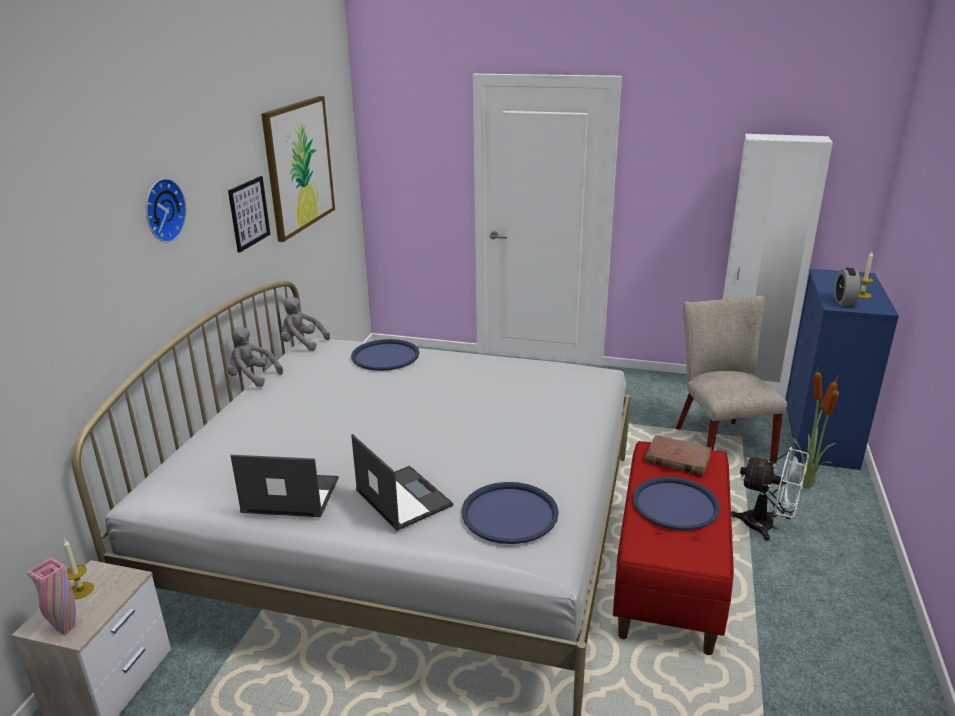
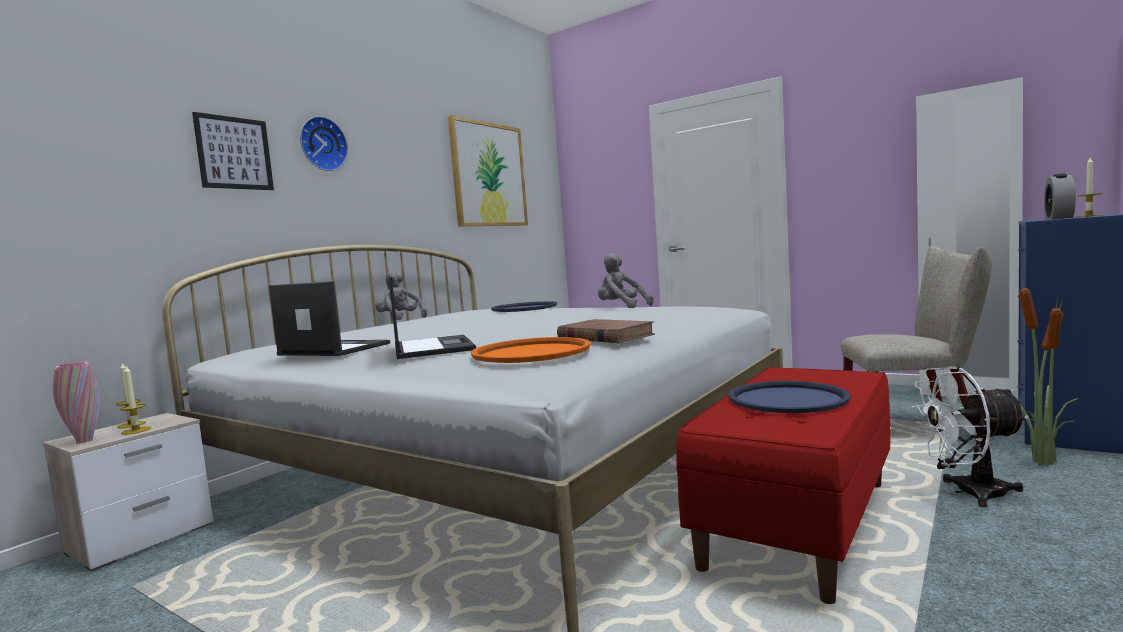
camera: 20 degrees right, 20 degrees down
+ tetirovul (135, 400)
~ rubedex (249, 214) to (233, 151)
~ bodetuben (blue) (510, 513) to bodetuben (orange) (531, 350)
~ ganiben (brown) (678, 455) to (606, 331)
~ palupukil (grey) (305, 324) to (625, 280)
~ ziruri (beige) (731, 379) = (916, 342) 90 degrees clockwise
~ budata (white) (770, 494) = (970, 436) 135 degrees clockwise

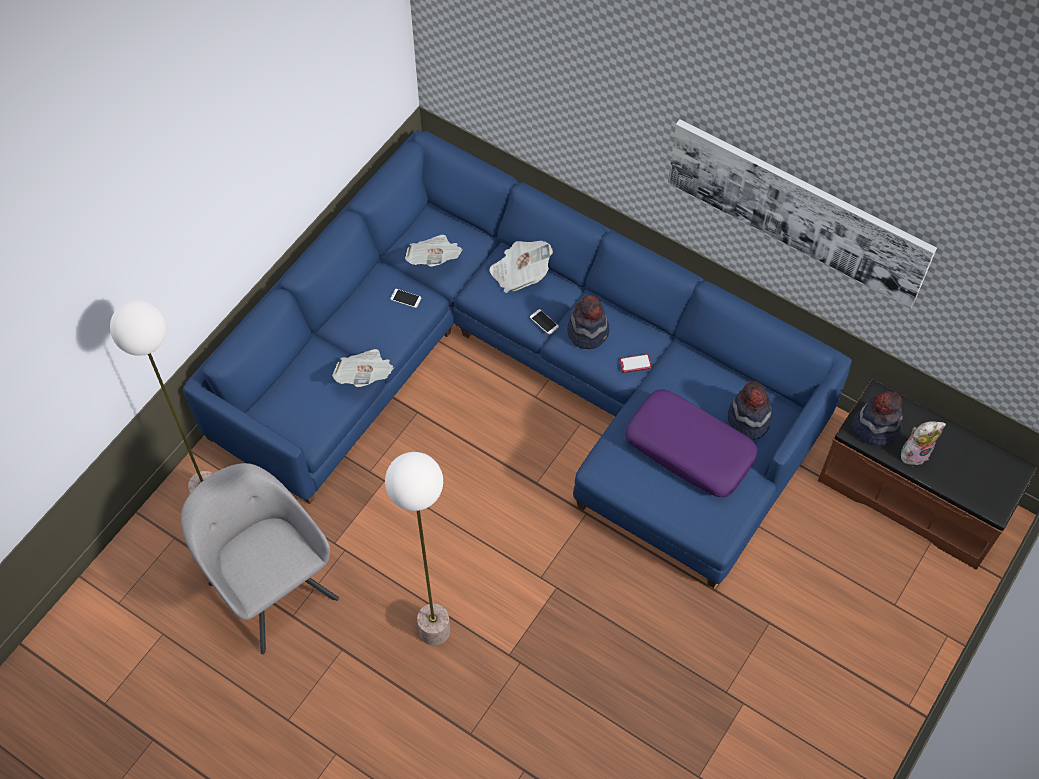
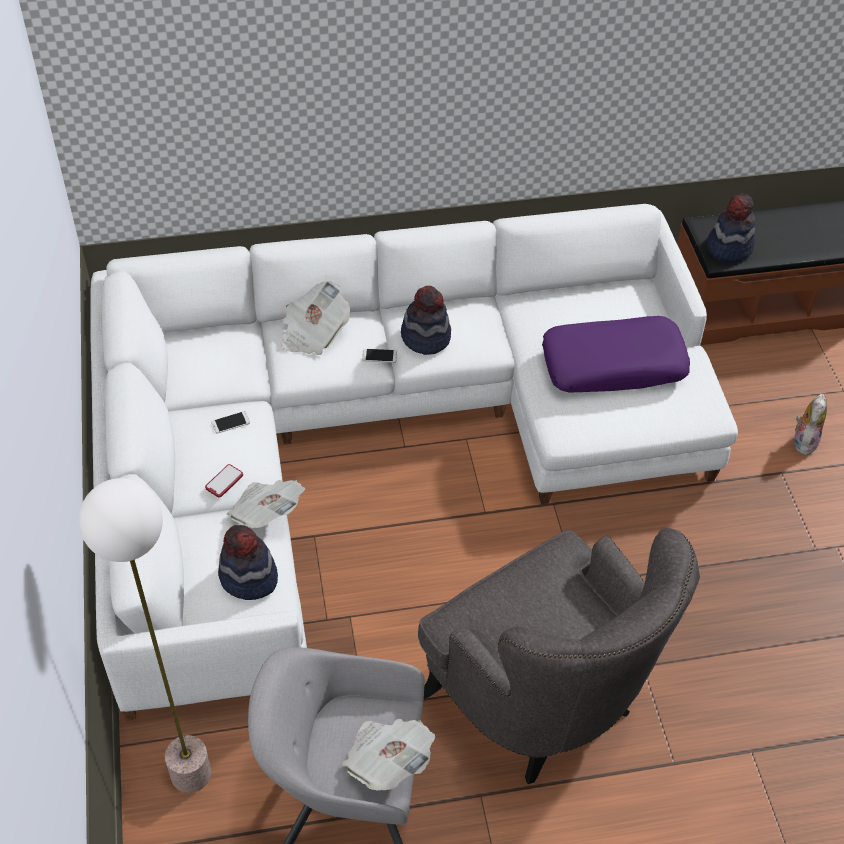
camera: 45 degrees left, 10 degrees down
~ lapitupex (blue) (517, 359) to lapitupex (white) (414, 462)
~ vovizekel (635, 363) to (224, 481)
~ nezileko (750, 410) to (248, 562)
~ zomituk (434, 251) to (388, 755)
~ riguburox (417, 549) to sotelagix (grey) (559, 656)
~ palupukil (923, 443) to (810, 424)
- rubedex (802, 213)

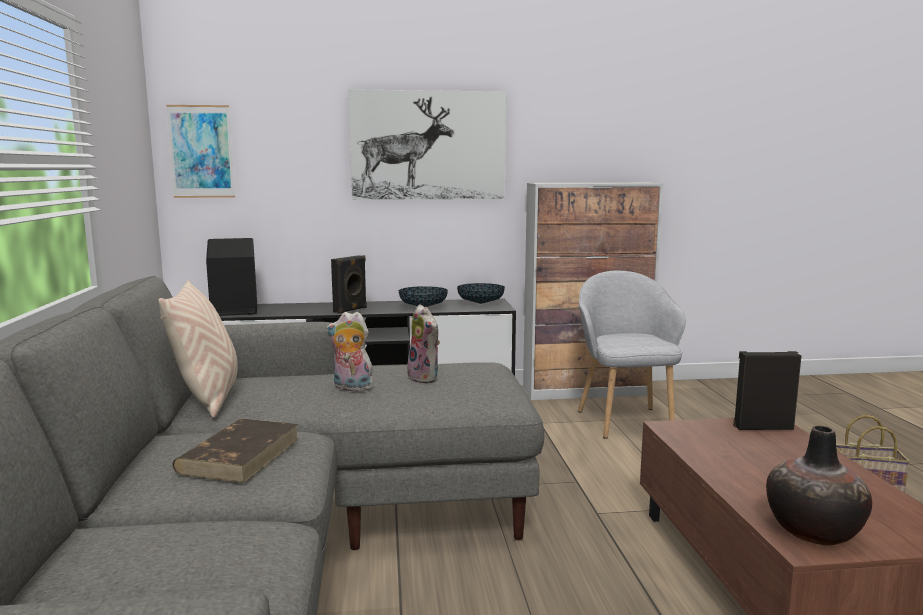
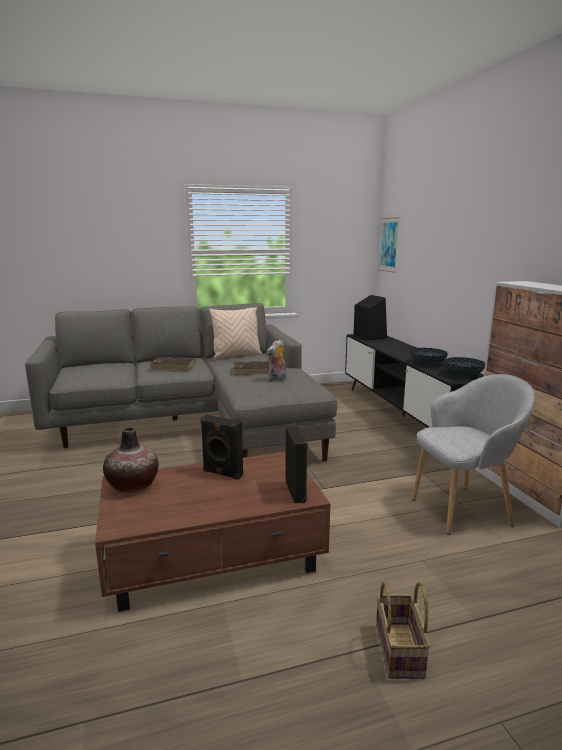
camera: 80 degrees right, 5 degrees up
~ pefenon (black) (349, 284) to (221, 447)
~ palupukil (350, 351) to ganiben (brown) (251, 368)
- rubedex (427, 144)

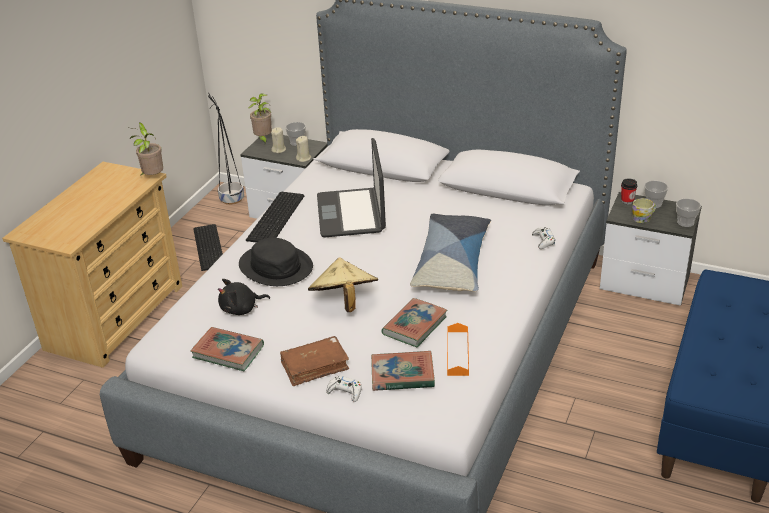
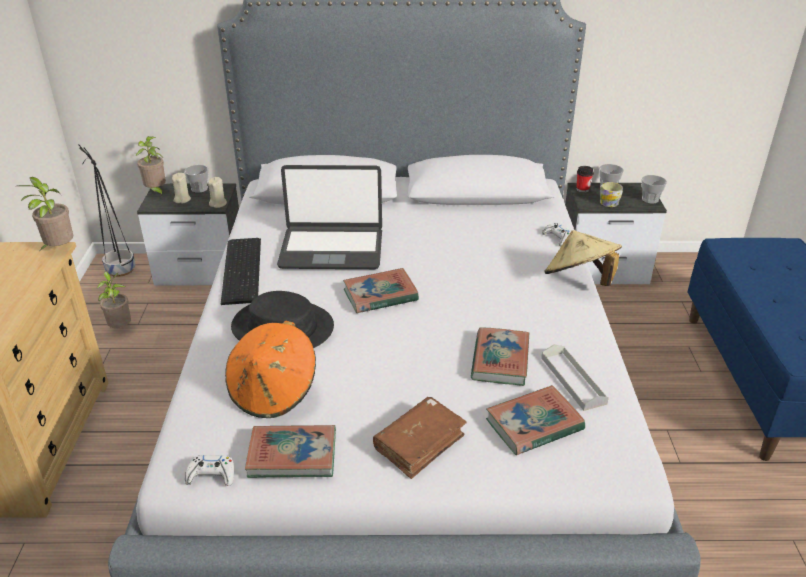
camera: 25 degrees left, 0 degrees up
~ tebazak (208, 247) to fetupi (113, 299)
~ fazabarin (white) (344, 389) to (209, 470)
~ palupukil (black) (244, 297) to nezileko (orange) (270, 369)
~ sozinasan (351, 187) = (329, 217) 60 degrees counterclockwise
+ ganiben (381, 290)
~ bodetuben (orange) (458, 349) to bodetuben (grey) (575, 377)
~ nezileko (beige) (343, 285) to (583, 258)
- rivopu (450, 252)

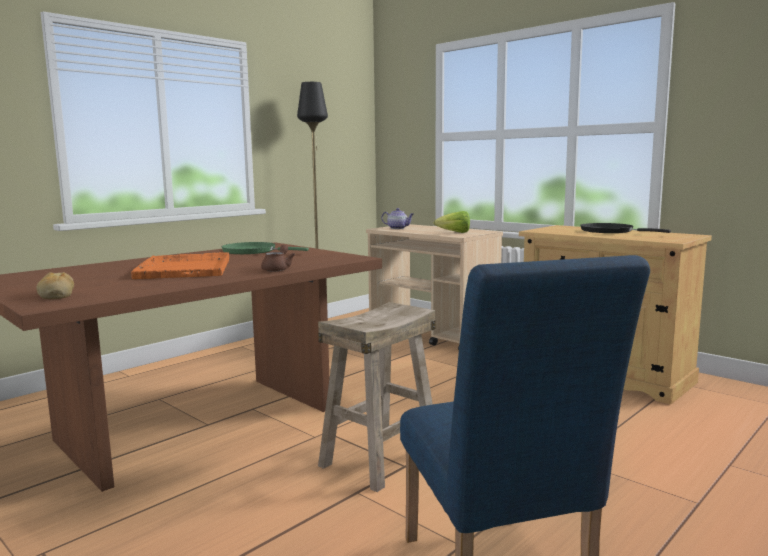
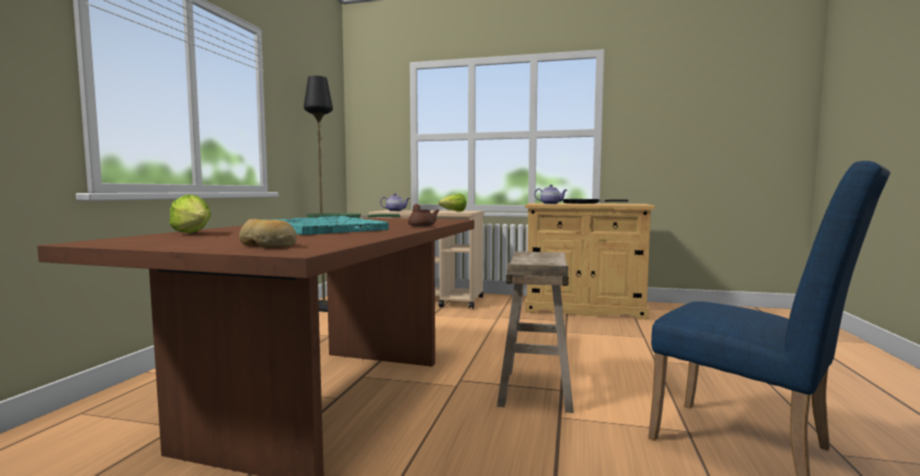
camera: 30 degrees left, 5 degrees down
+ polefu (190, 213)
~ bodetuben (orange) (180, 265) to bodetuben (turquoise) (327, 225)
+ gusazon (550, 194)

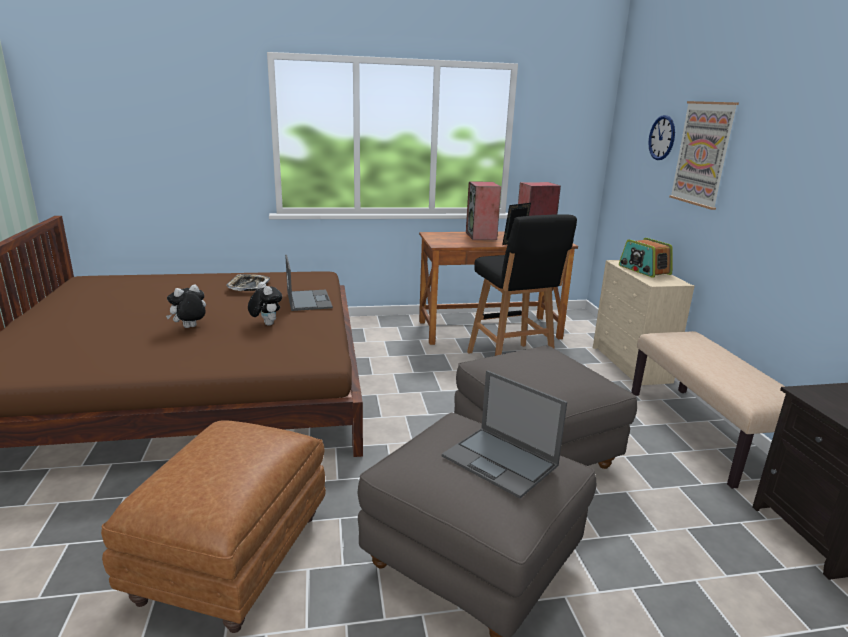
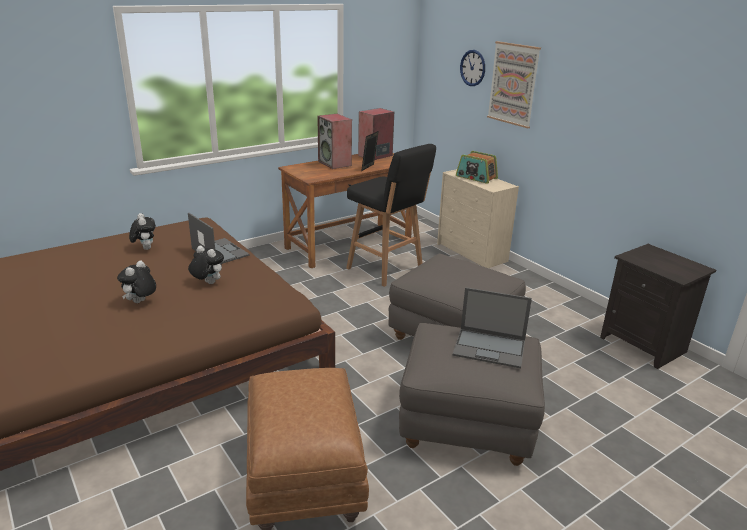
camera: 25 degrees left, 5 degrees up
~ bodetuben (248, 282) to palupukil (142, 231)
- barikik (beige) (708, 410)

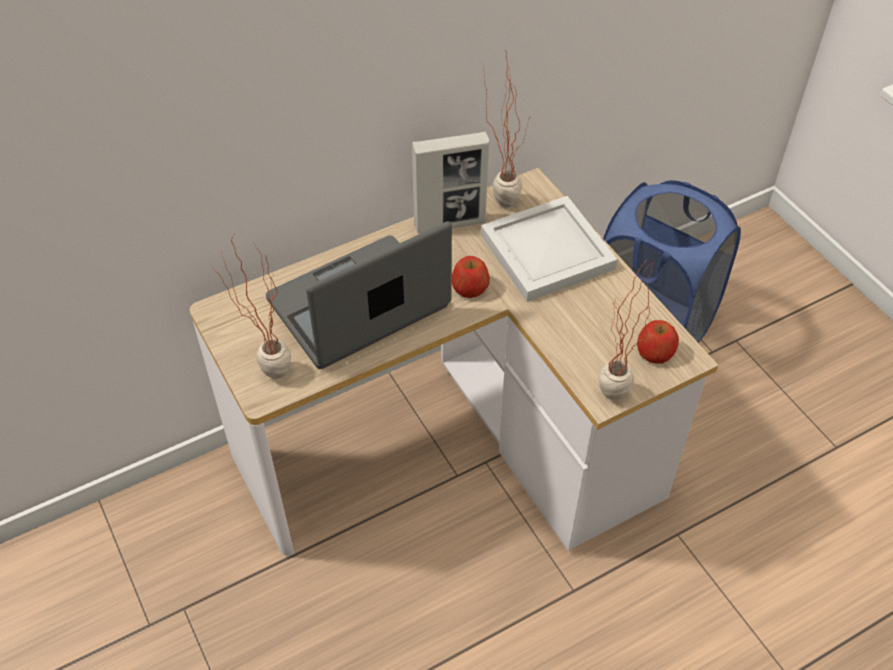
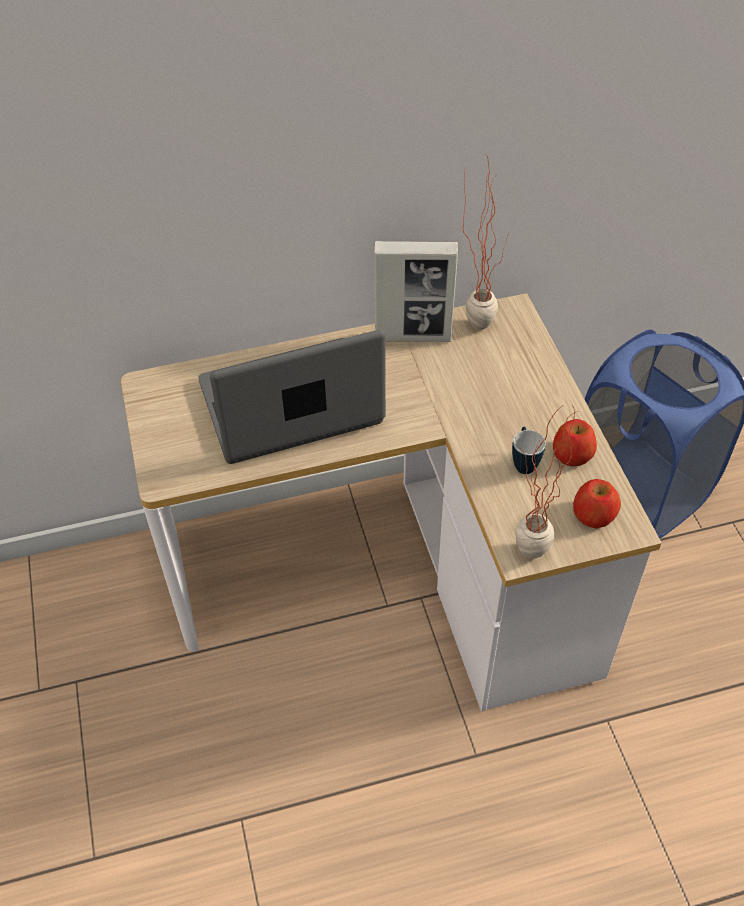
camera: 15 degrees right, 0 degrees up
+ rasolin (529, 450)
~ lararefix (471, 277) to (575, 442)
- fetupi (252, 306)
- bodetuben (white) (549, 249)

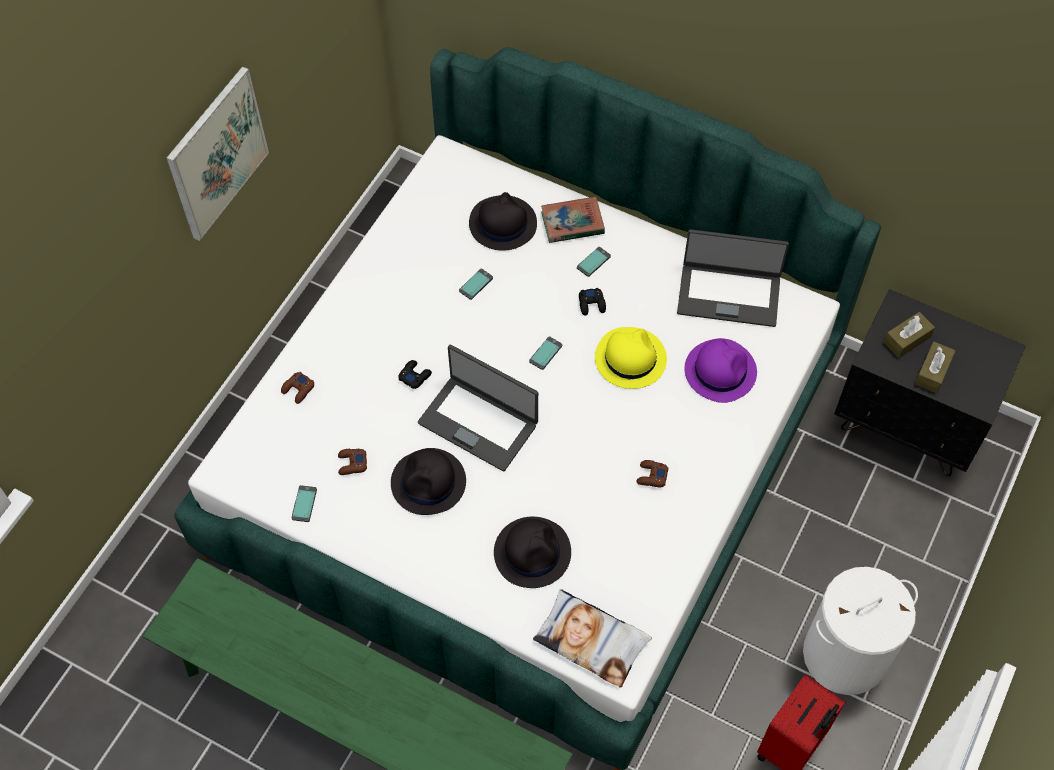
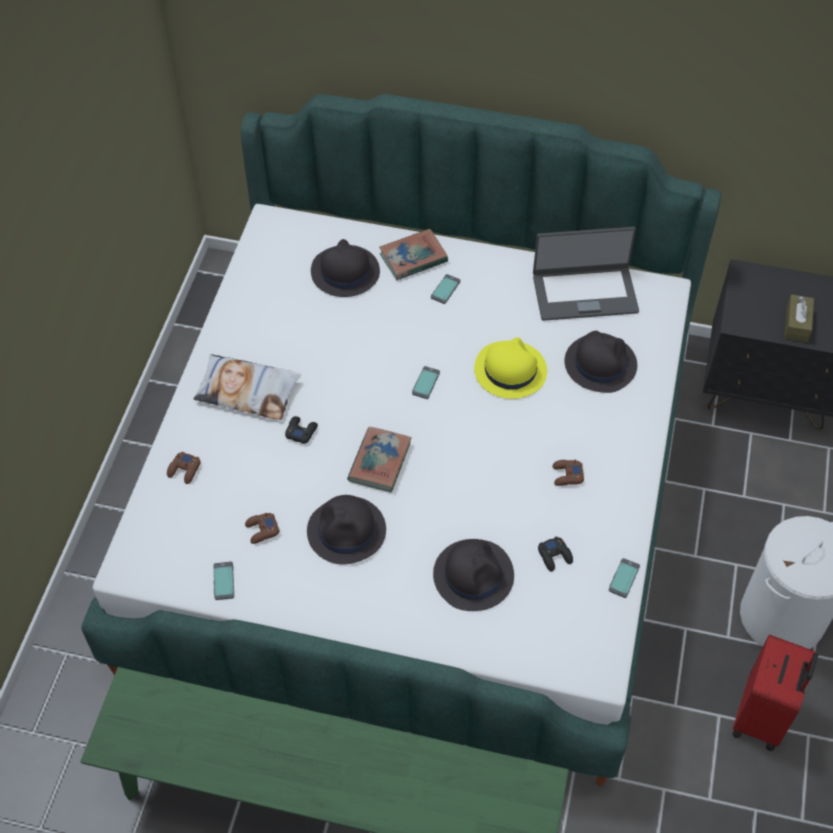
camera: 15 degrees left, 5 degrees down
~ rivopu (592, 638) to (247, 387)
~ sozinasan (478, 408) to ganiben (379, 459)
~ fazabarin (black) (592, 302) to (555, 554)
~ nezileko (purple) (720, 370) to nezileko (black) (600, 362)
~ vovizekel (476, 284) to (624, 578)
- rubedex (218, 153)
- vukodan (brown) (909, 335)

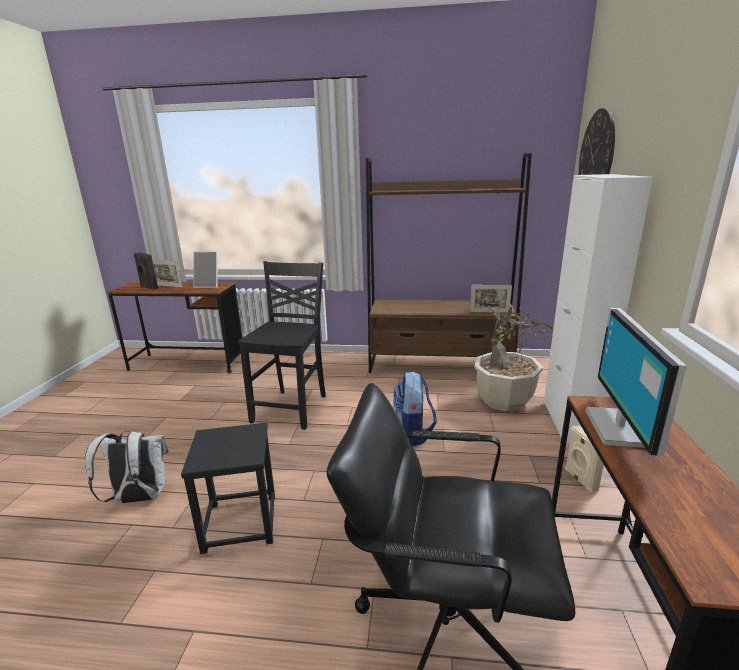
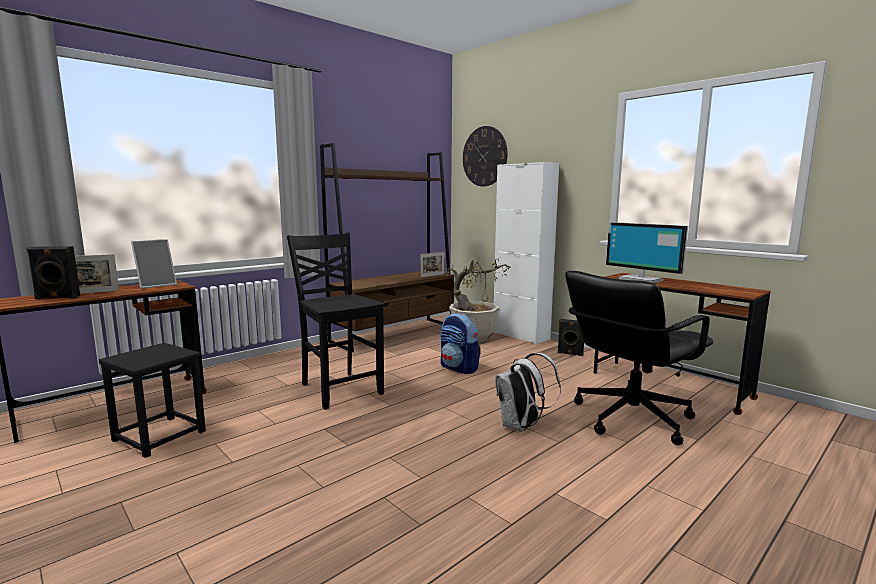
camera: 50 degrees left, 10 degrees down
~ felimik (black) (228, 488) to (152, 400)
~ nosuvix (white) (127, 467) to (528, 392)
~ pefenon (beige) (584, 459) to pefenon (black) (570, 337)

